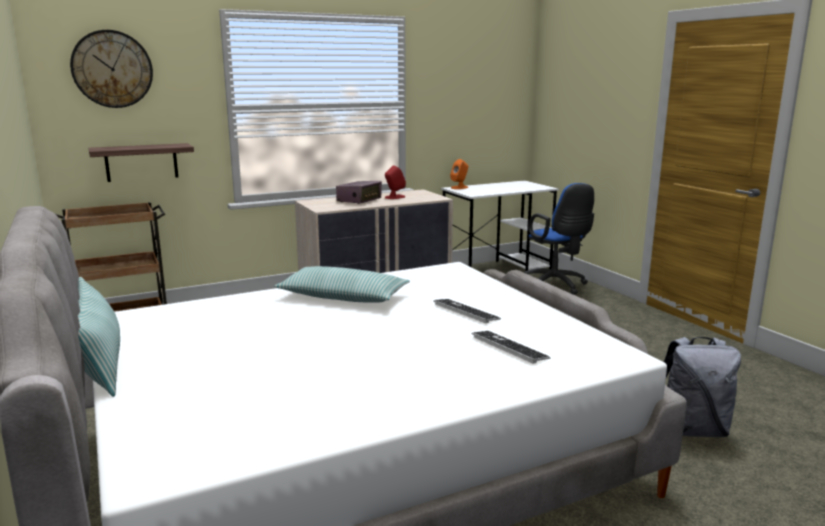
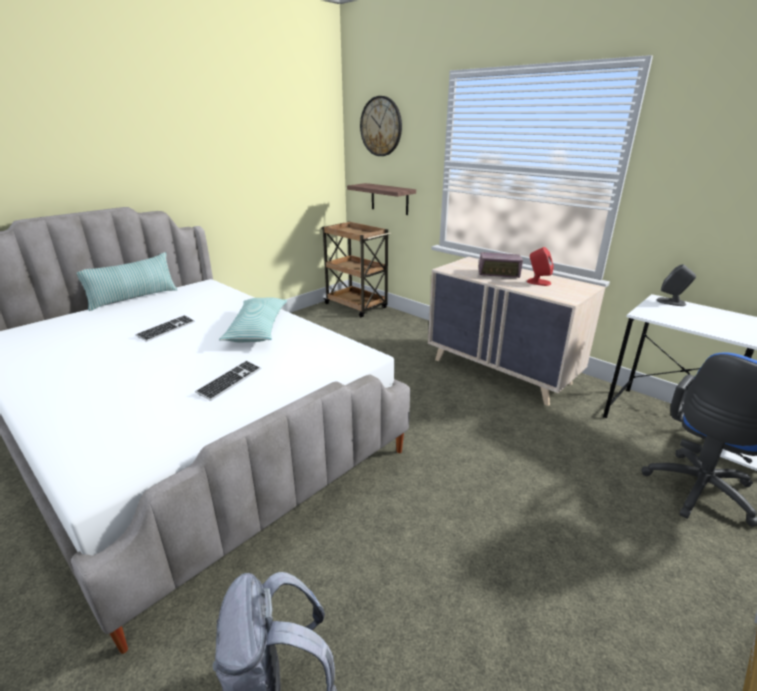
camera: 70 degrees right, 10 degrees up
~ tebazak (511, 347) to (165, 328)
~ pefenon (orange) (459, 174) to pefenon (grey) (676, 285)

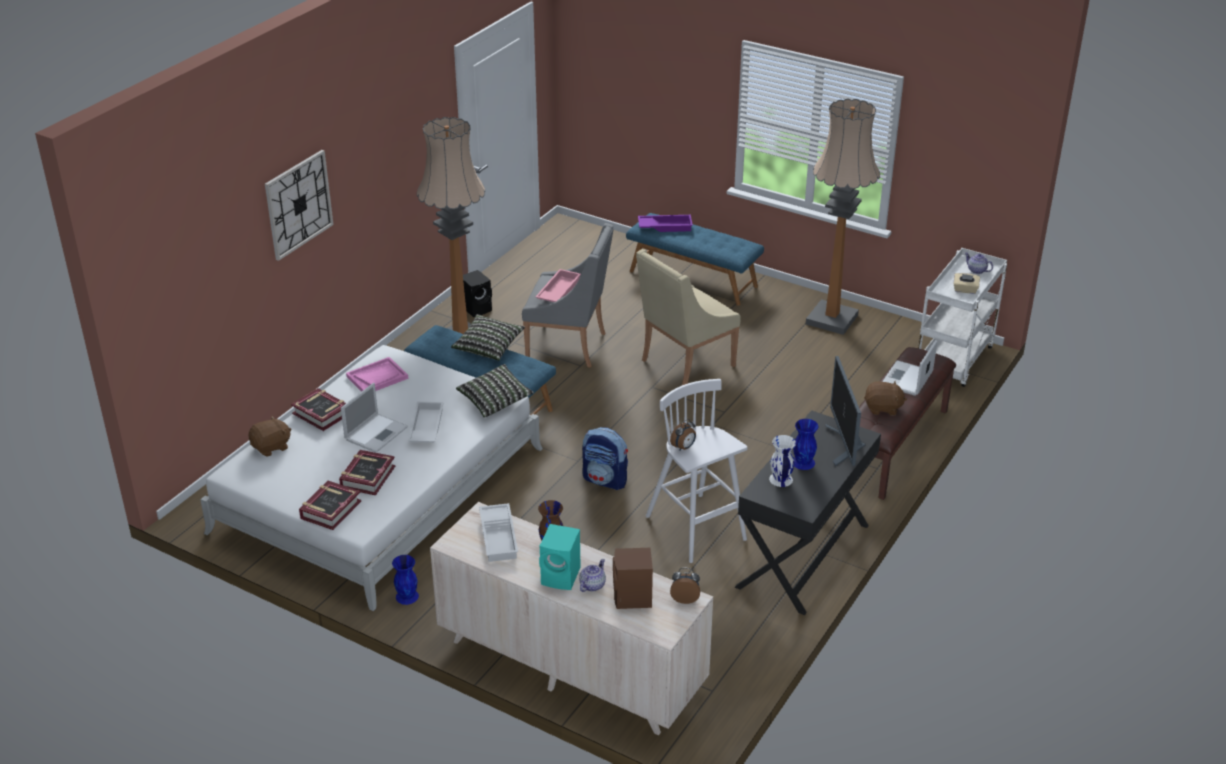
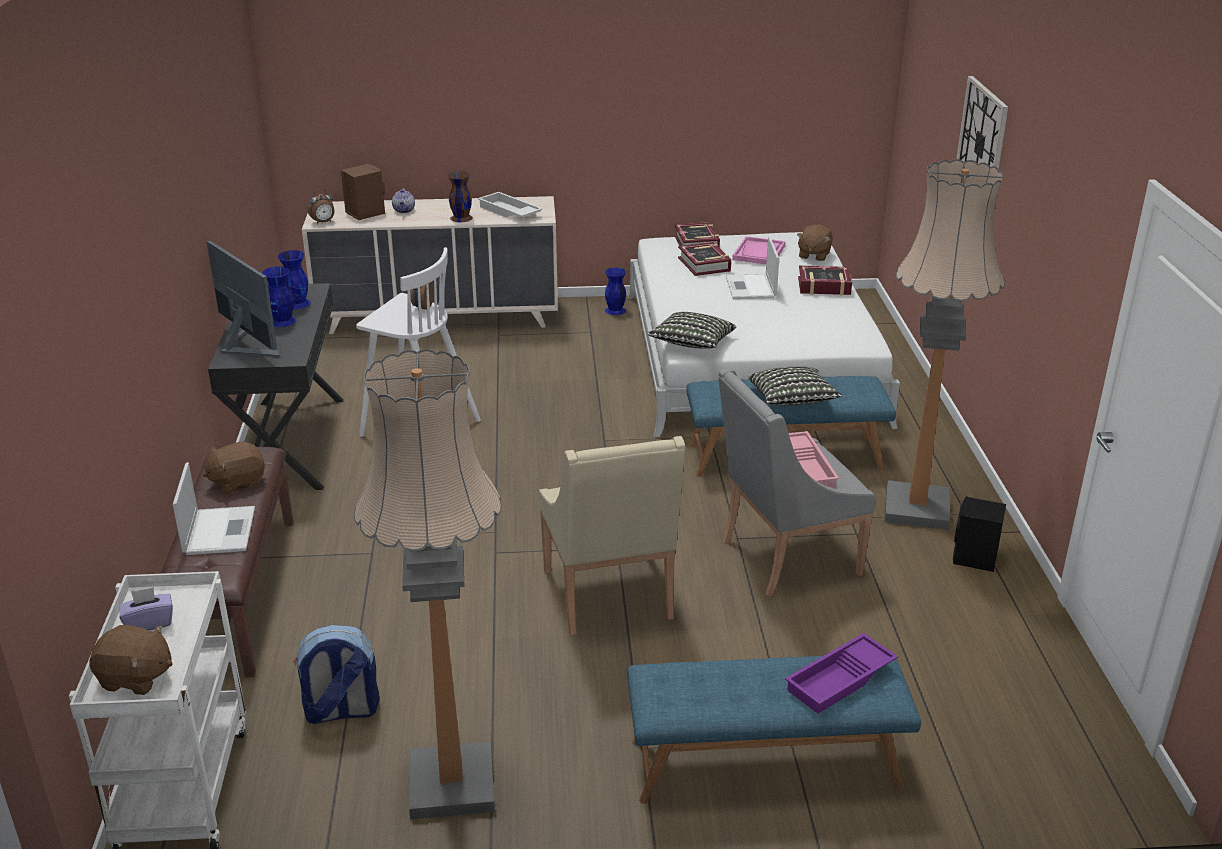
camera: 145 degrees right, 5 degrees down
~ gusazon (979, 263) to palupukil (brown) (130, 660)
~ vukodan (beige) (967, 283) to vukodan (purple) (146, 608)
~ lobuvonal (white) (782, 461) to lobuvonal (blue) (294, 279)
~ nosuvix (605, 458) to (336, 674)
~ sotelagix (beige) (688, 317) = (612, 535) 150 degrees clockwise
~ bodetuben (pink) (377, 374) to (759, 250)
- bodetuben (white) (426, 422)
- pefenon (turquoise) (559, 557)

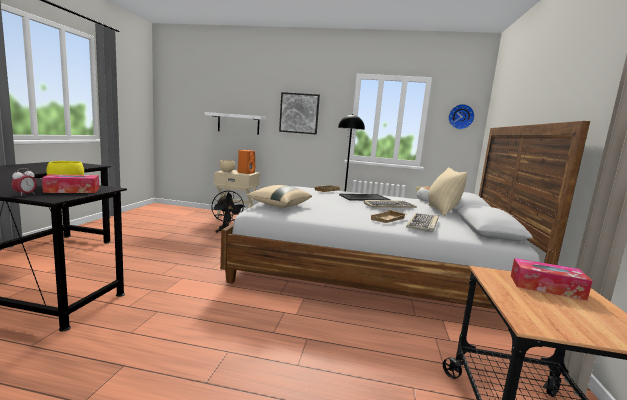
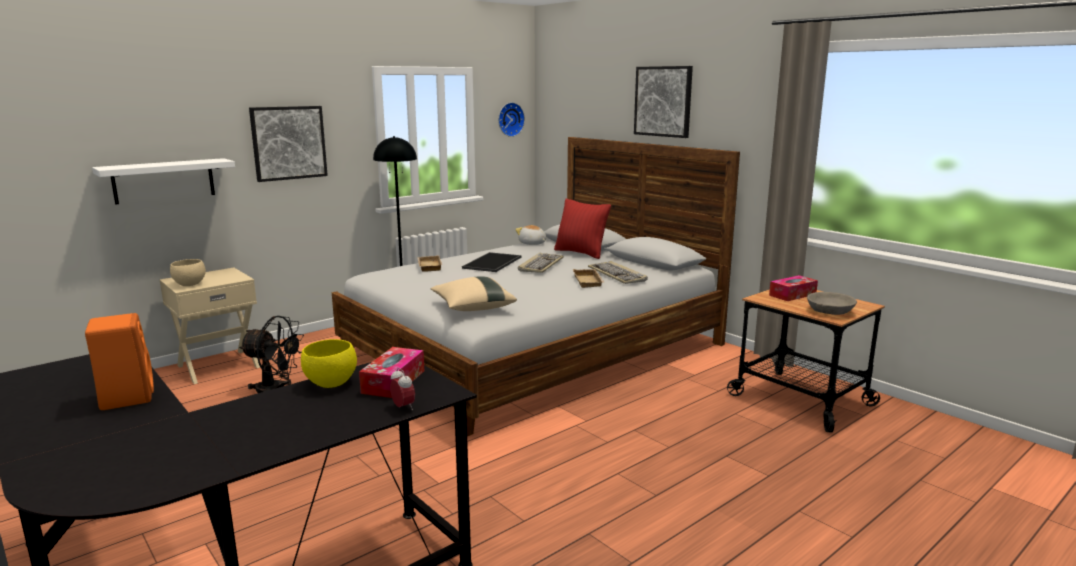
camera: 50 degrees left, 5 degrees up
~ pefenon (orange) (247, 162) to (119, 361)
~ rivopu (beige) (447, 191) to rivopu (red) (582, 229)
+ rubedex (663, 102)
+ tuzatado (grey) (832, 303)

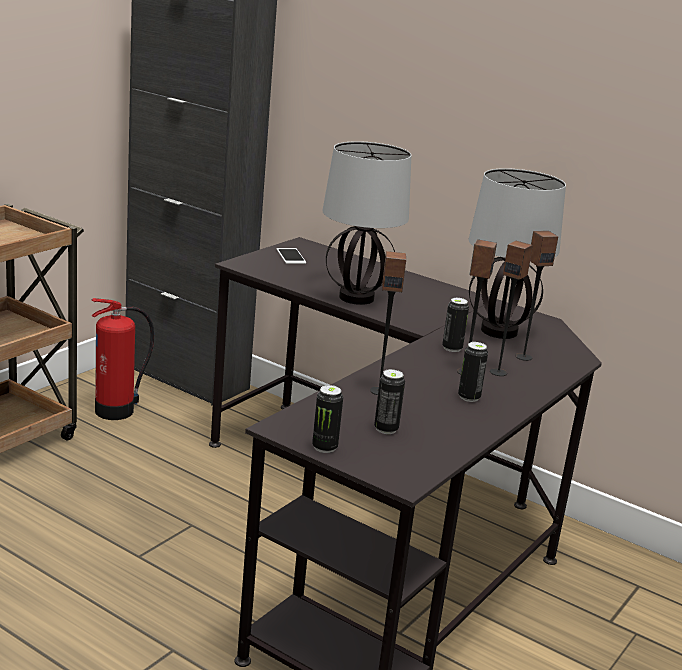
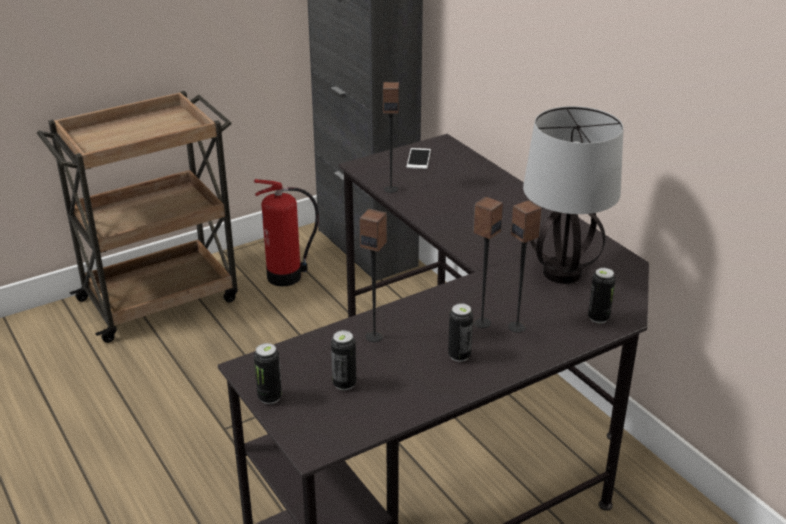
camera: 25 degrees right, 10 degrees up
~ pefenon (536, 296) to (391, 137)
~ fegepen (455, 325) to (602, 295)
- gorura (366, 223)

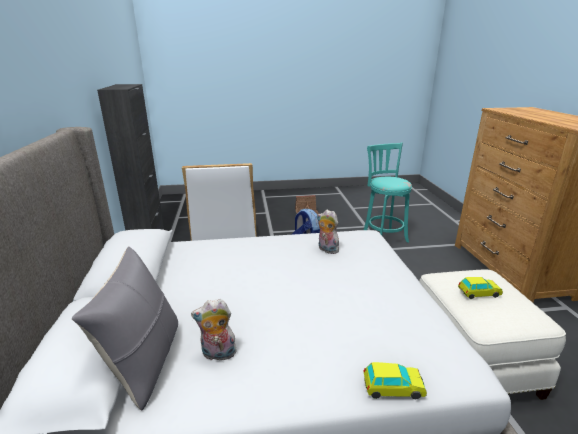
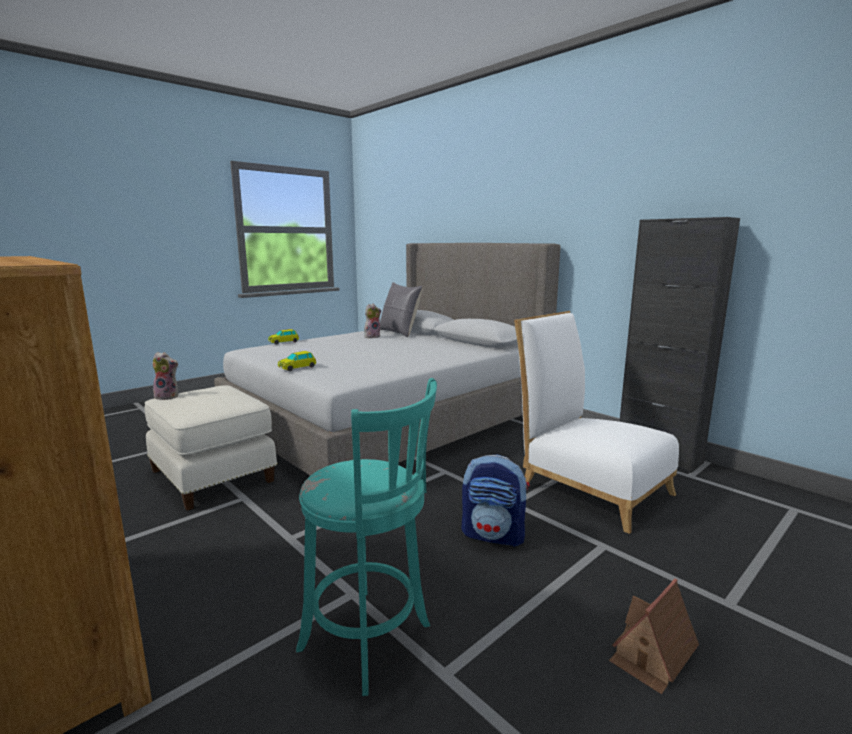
camera: 145 degrees right, 10 degrees down
~ palupukil (328, 231) to (165, 376)
~ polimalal (480, 288) to (297, 361)

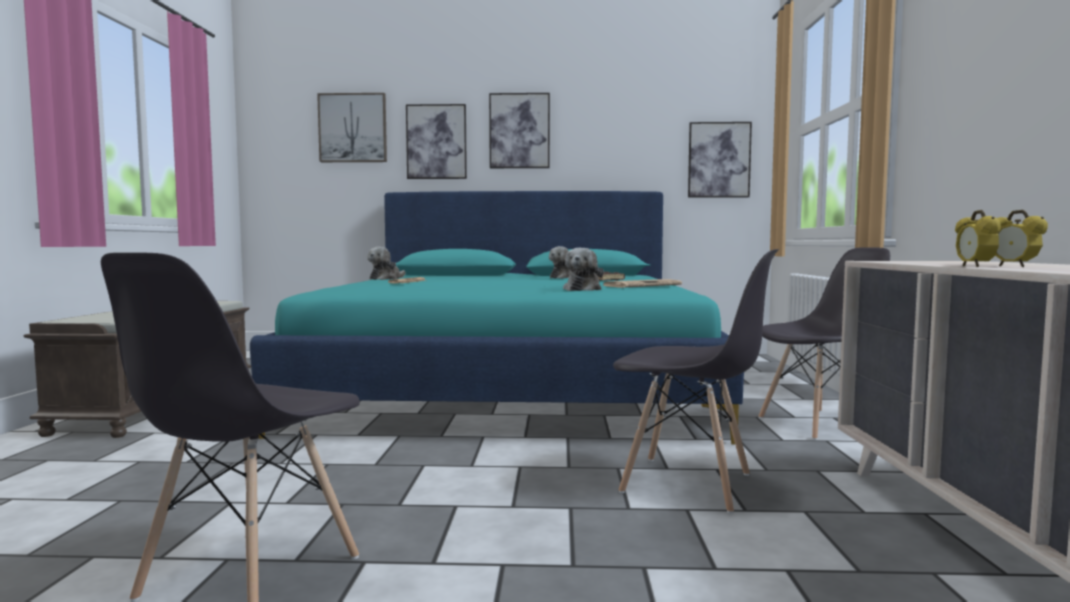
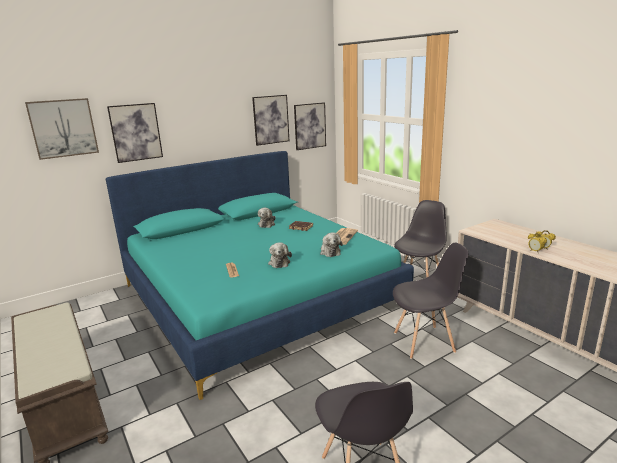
camera: 35 degrees left, 15 degrees up
~ rubedex (519, 130) to (270, 120)
~ palupukil (386, 263) to (280, 255)

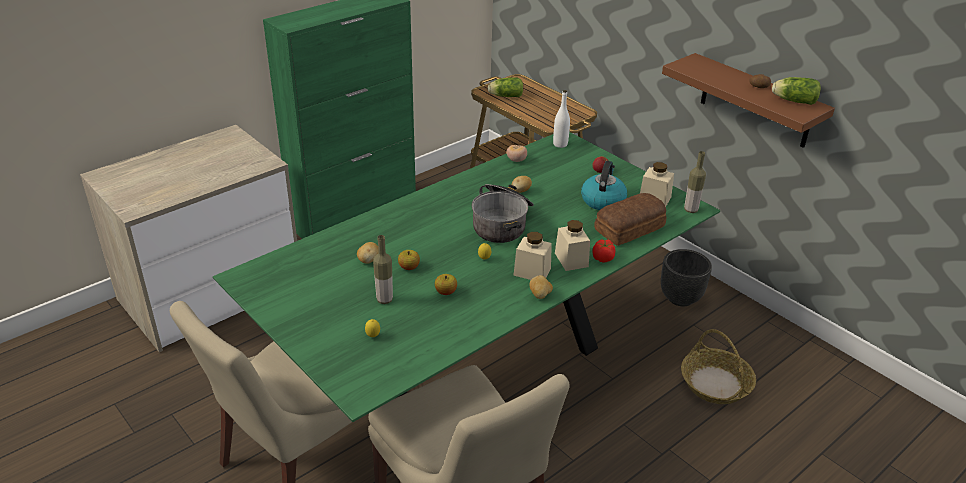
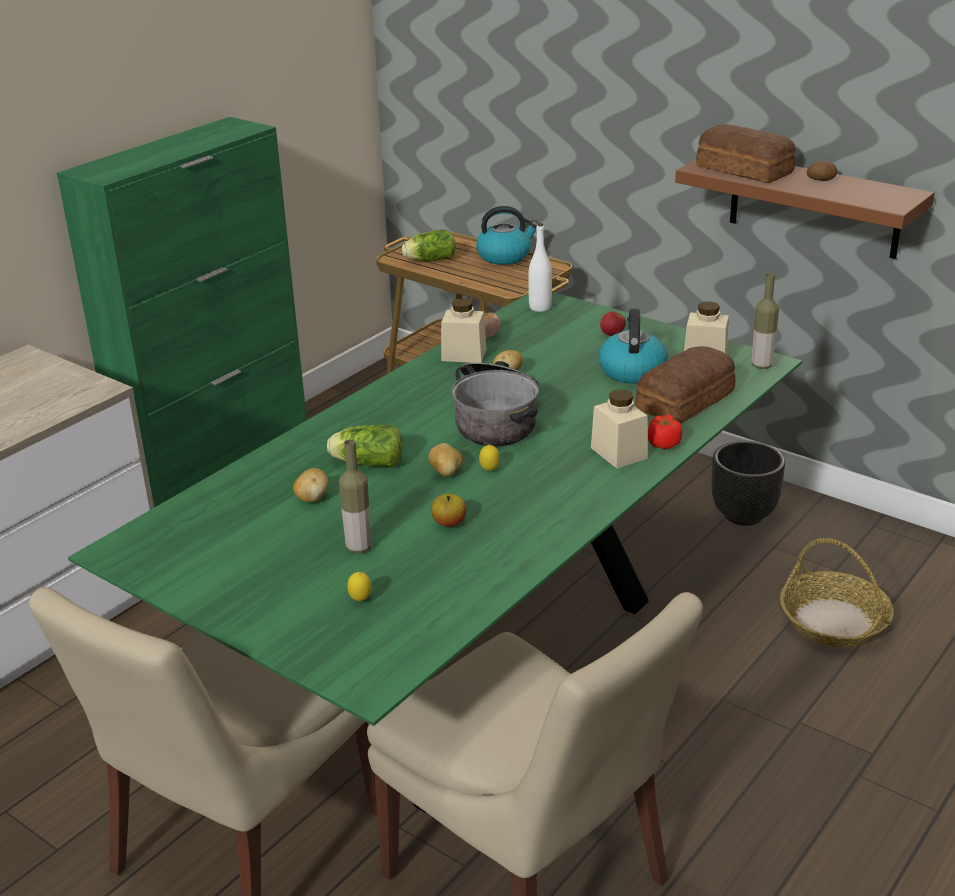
camera: 10 degrees left, 5 degrees down
~ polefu (796, 91) to (365, 445)
~ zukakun (541, 287) to (445, 460)
~ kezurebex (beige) (532, 256) to (463, 330)
+ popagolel (506, 235)
+ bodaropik (746, 153)
- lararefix (409, 260)

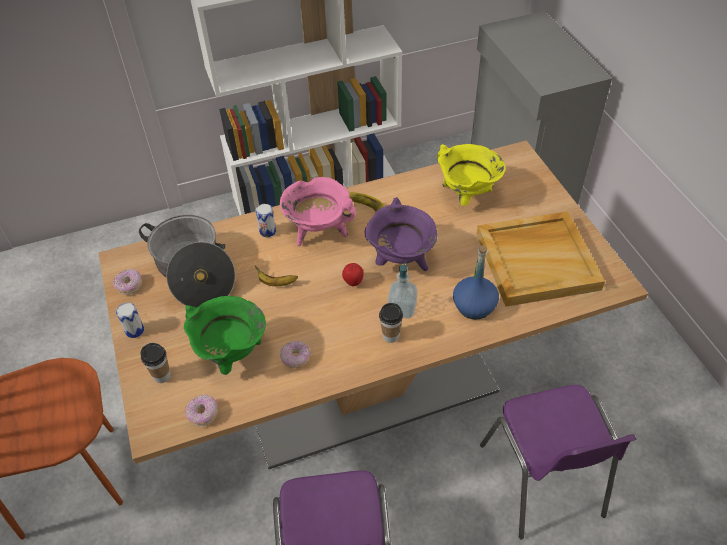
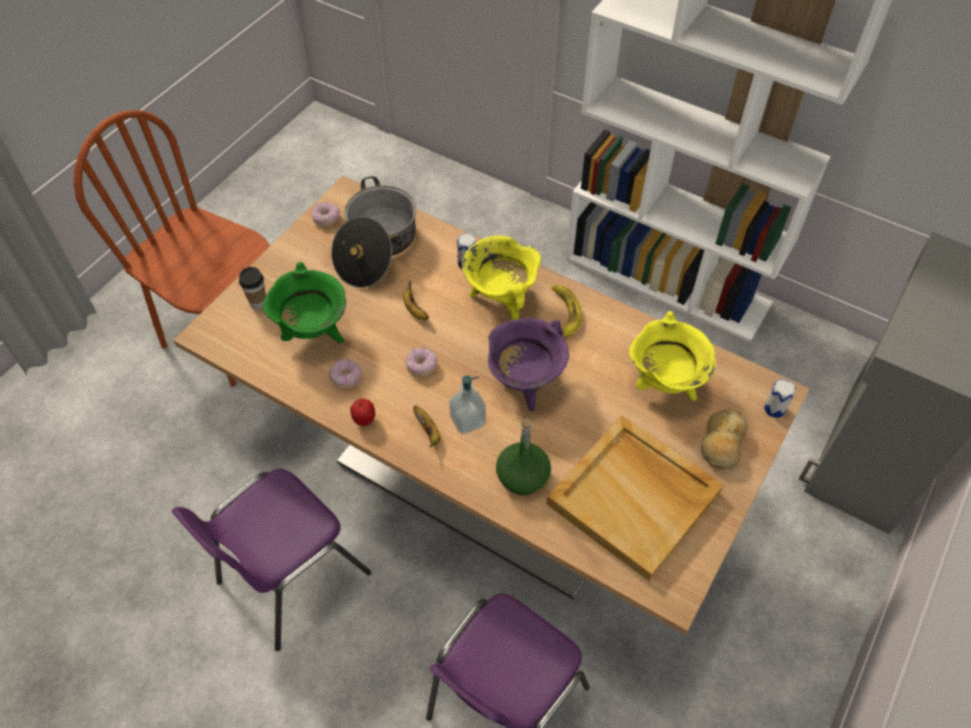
camera: 50 degrees right, 5 degrees up
~ lararefix (353, 274) to (362, 412)
~ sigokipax (201, 411) to (421, 362)
~ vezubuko (391, 323) to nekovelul (426, 426)
~ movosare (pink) (318, 211) to movosare (yellow) (501, 278)
~ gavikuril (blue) (476, 282) to gavikuril (green) (523, 456)
+ bodaropik (724, 439)
~ fegepen (130, 320) to (780, 398)

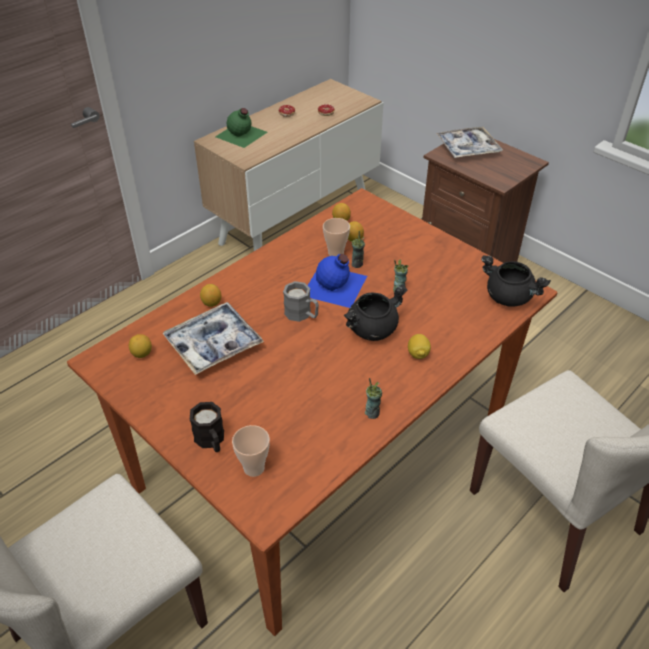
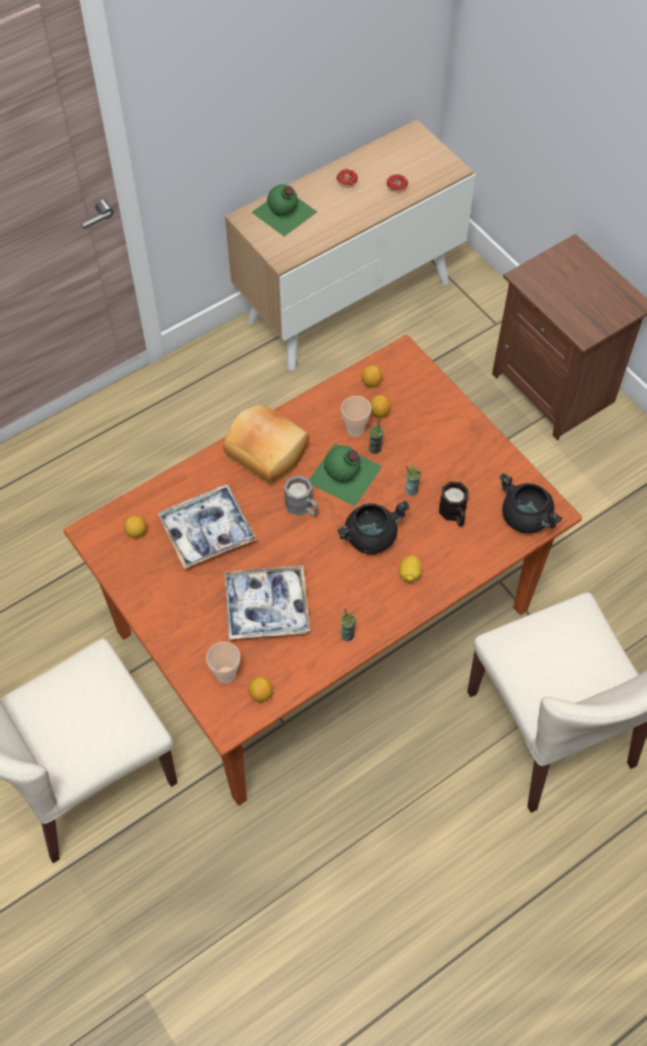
camera: 10 degrees right, 15 degrees up
+ bodaropik (266, 444)
~ bodetuben (469, 142) to (267, 602)
~ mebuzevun (210, 295) to (260, 689)
~ gavikuril (blue) (337, 281) to gavikuril (green) (345, 475)
~ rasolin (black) (207, 427) to (454, 504)

